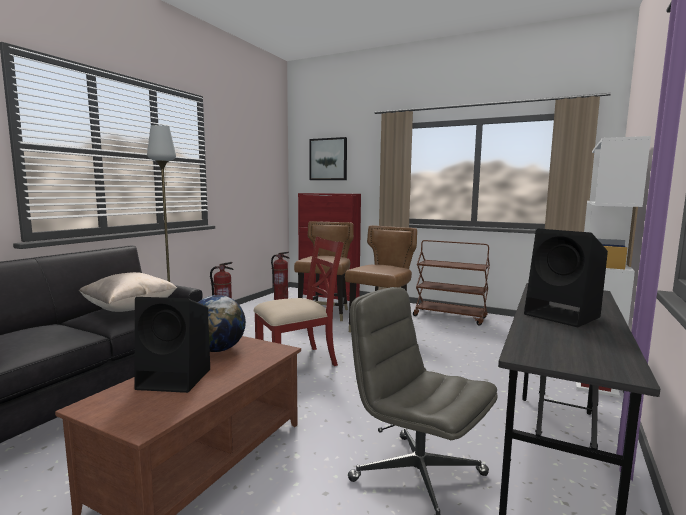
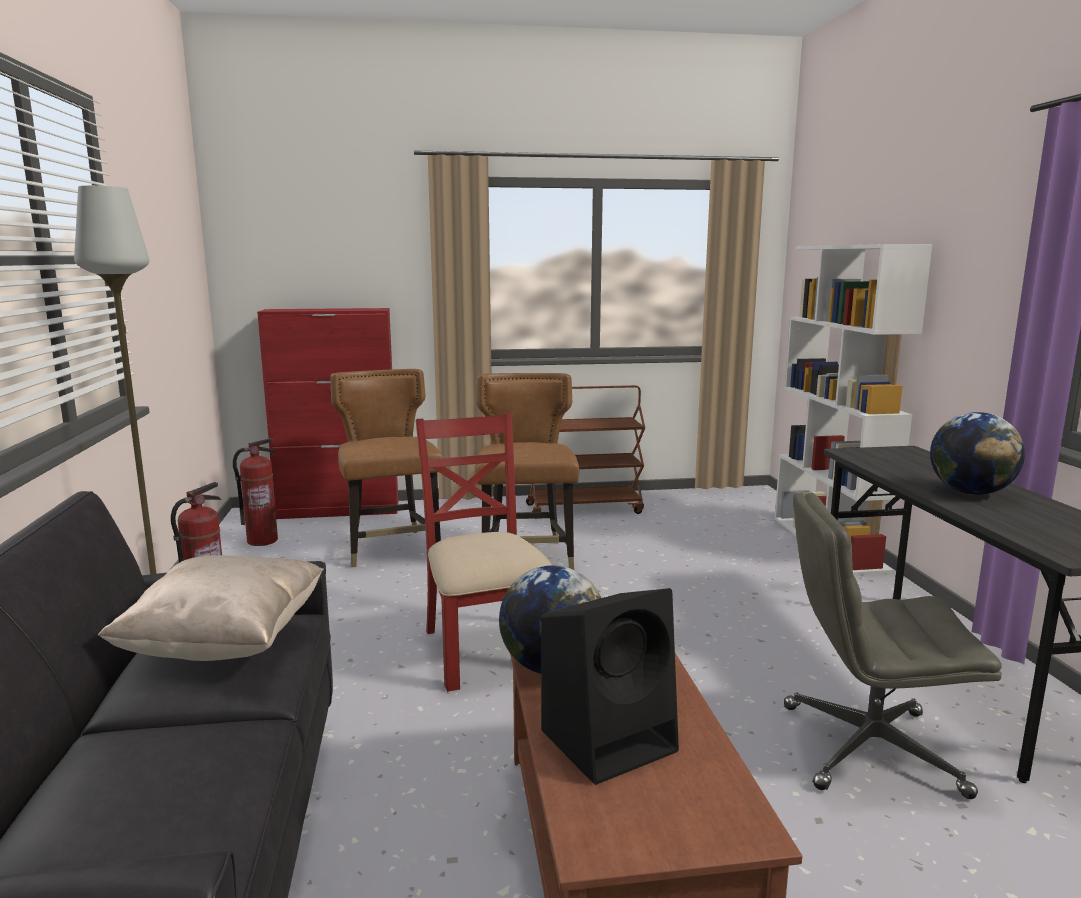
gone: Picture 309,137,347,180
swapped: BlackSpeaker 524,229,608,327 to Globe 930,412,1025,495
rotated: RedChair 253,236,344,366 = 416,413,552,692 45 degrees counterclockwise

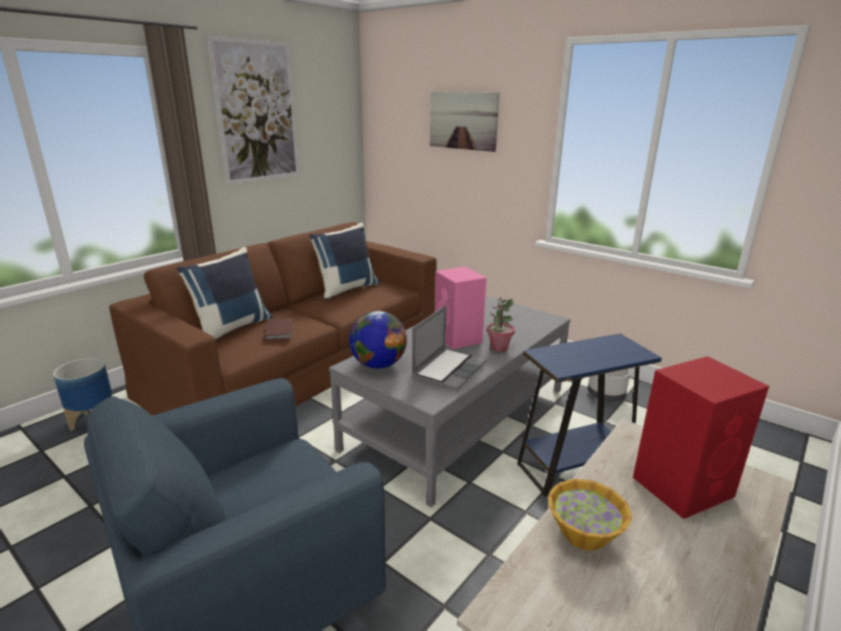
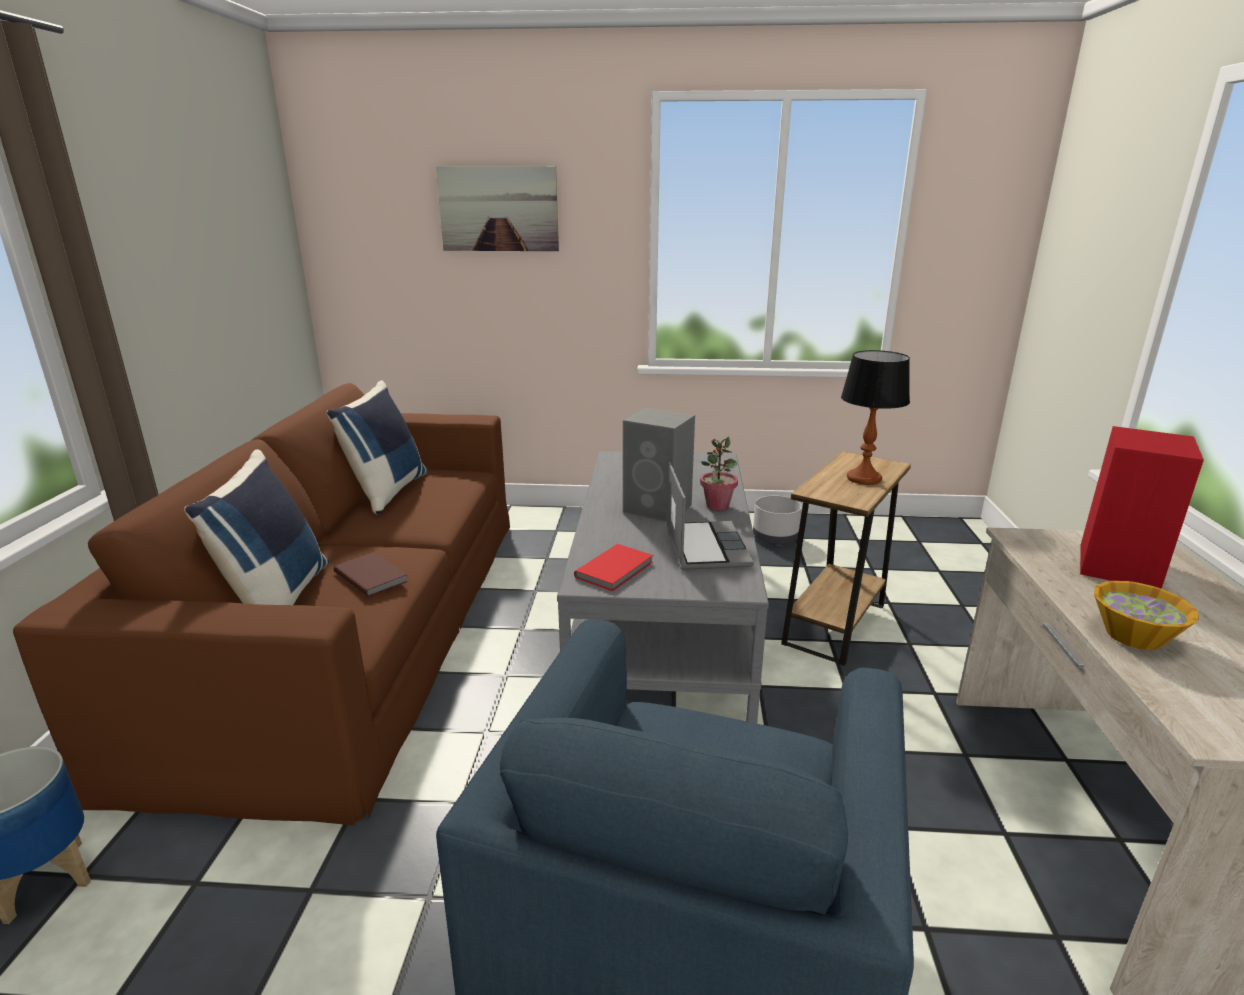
gone: Picture 207,35,299,185
new: TableLamp 841,350,910,485
swapped: Globe 349,311,407,369 to RedBook 574,544,653,591
repainted: PinkSpeaker 435,266,487,349 to GreySpeaker 623,408,695,522; BlueSideTable 517,334,662,497 to BrownSideTable 781,451,911,666

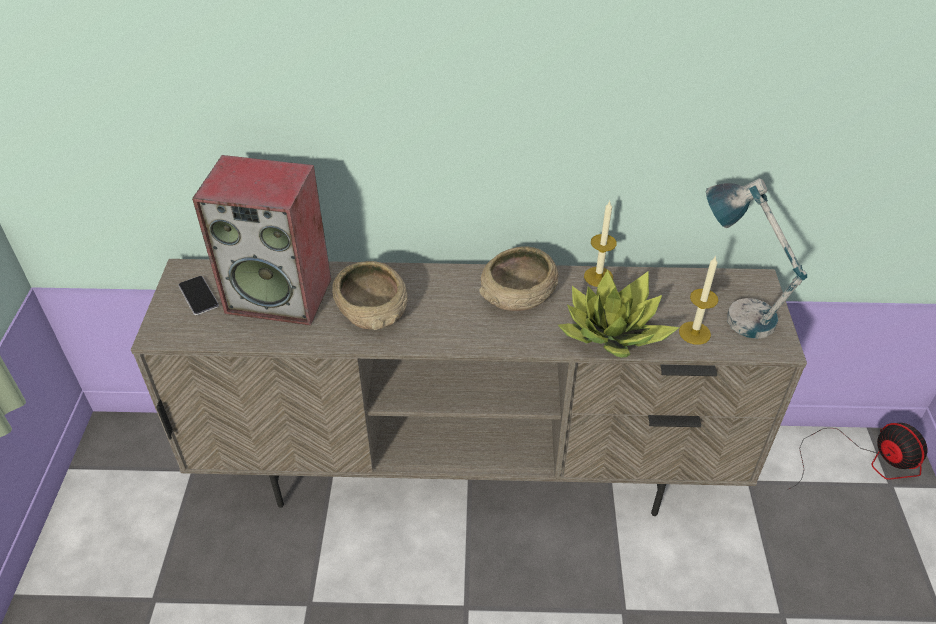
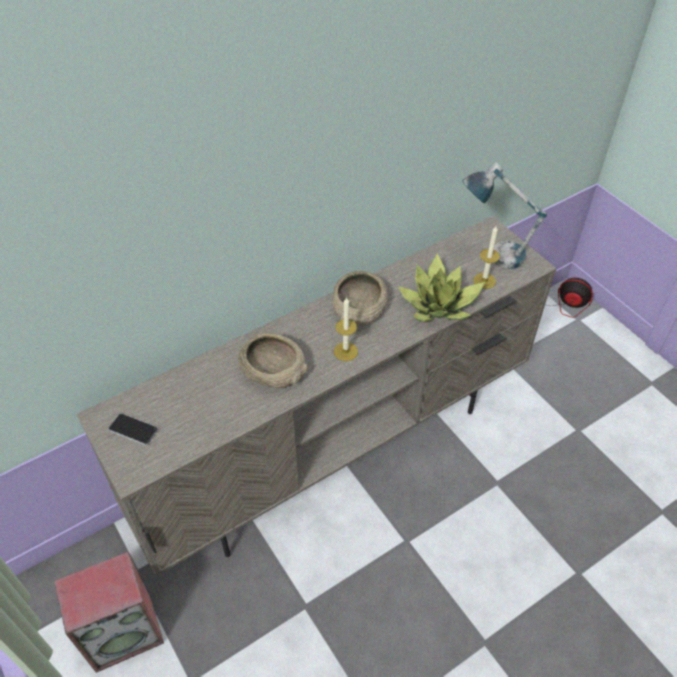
shifted: Speaker 192,155,331,325 to 54,552,164,673; Candle 584,201,617,287 to 334,297,358,361

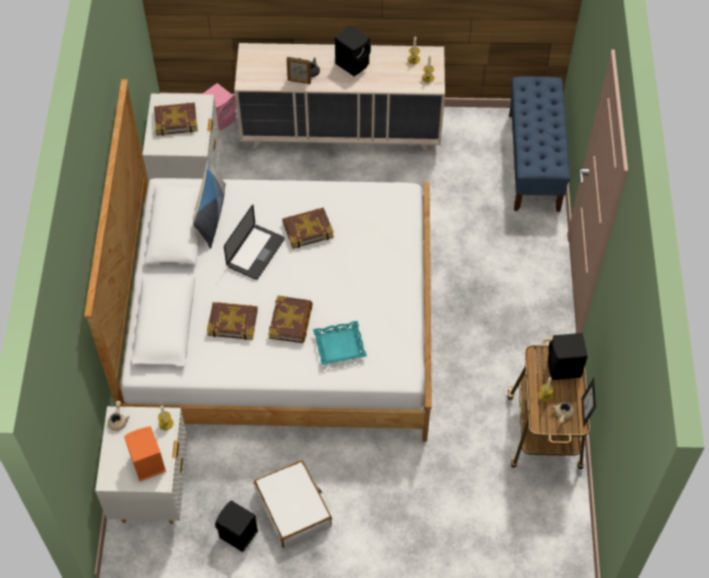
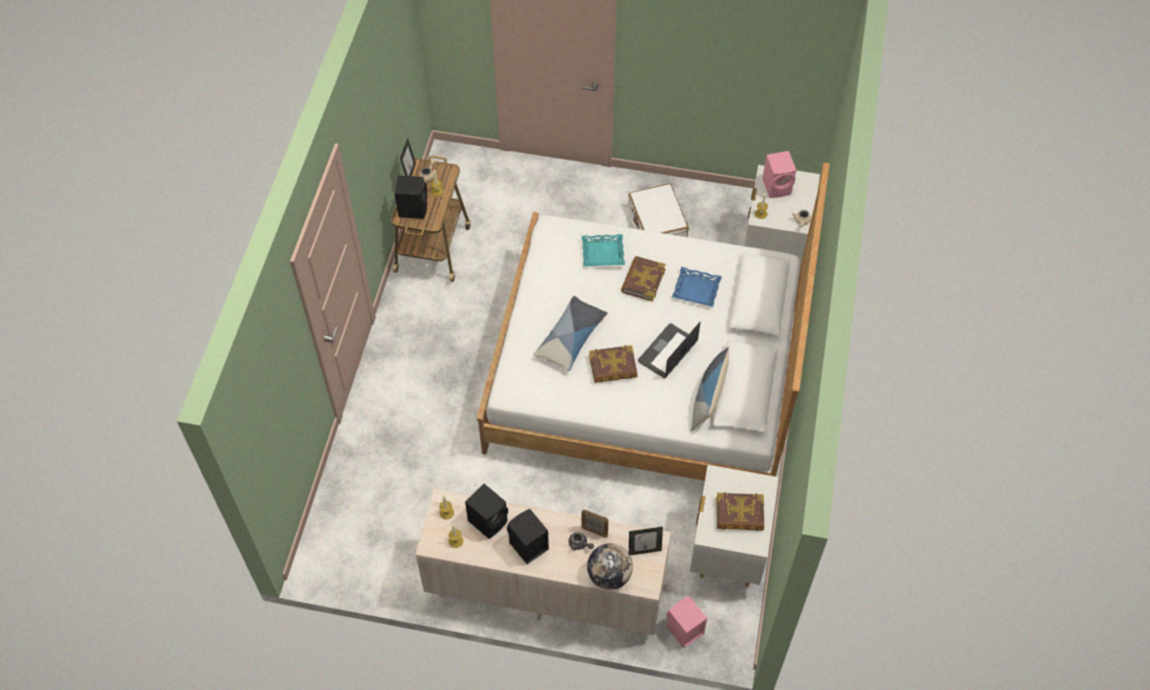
gone: BlueBench 509,76,570,212
new: Pillow 534,296,608,372; Globe 587,544,633,590; PictureFrame 629,527,663,555
shifted: BlackSpeaker 215,500,258,552 to 465,484,508,539
swapped: Book 207,302,258,340 to BlueTray 672,267,722,307
repainted: OrangeSpeaker 124,426,166,481 to PinkSpeaker 762,151,796,198

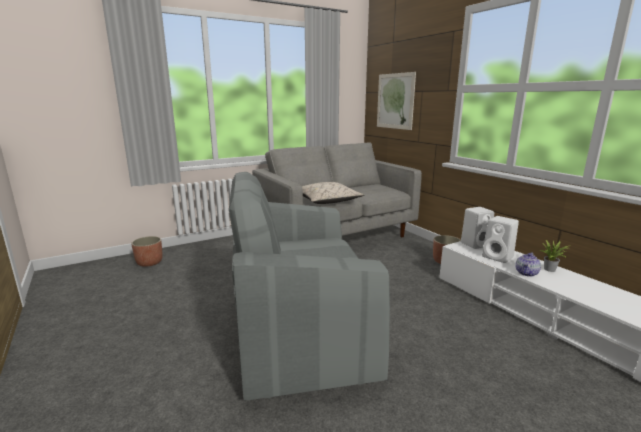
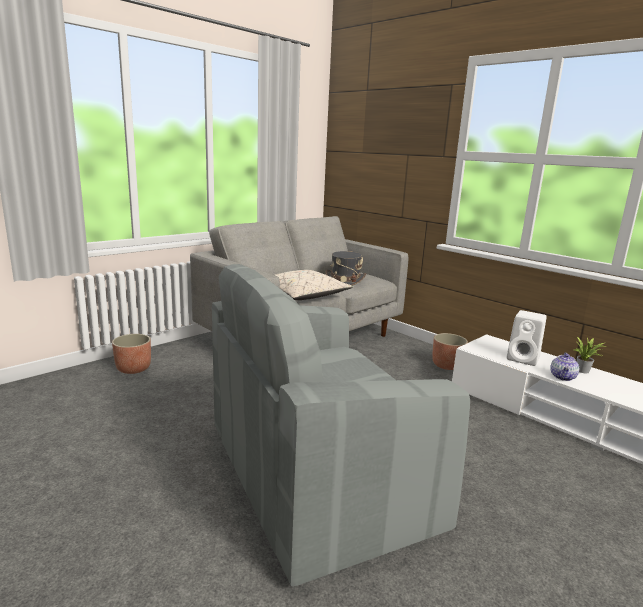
gone: Picture 377,72,416,130; WhiteSpeaker 461,207,494,249
new: GreyHat 325,251,366,286
shifted: Planter 131,236,162,267 to 112,334,151,374

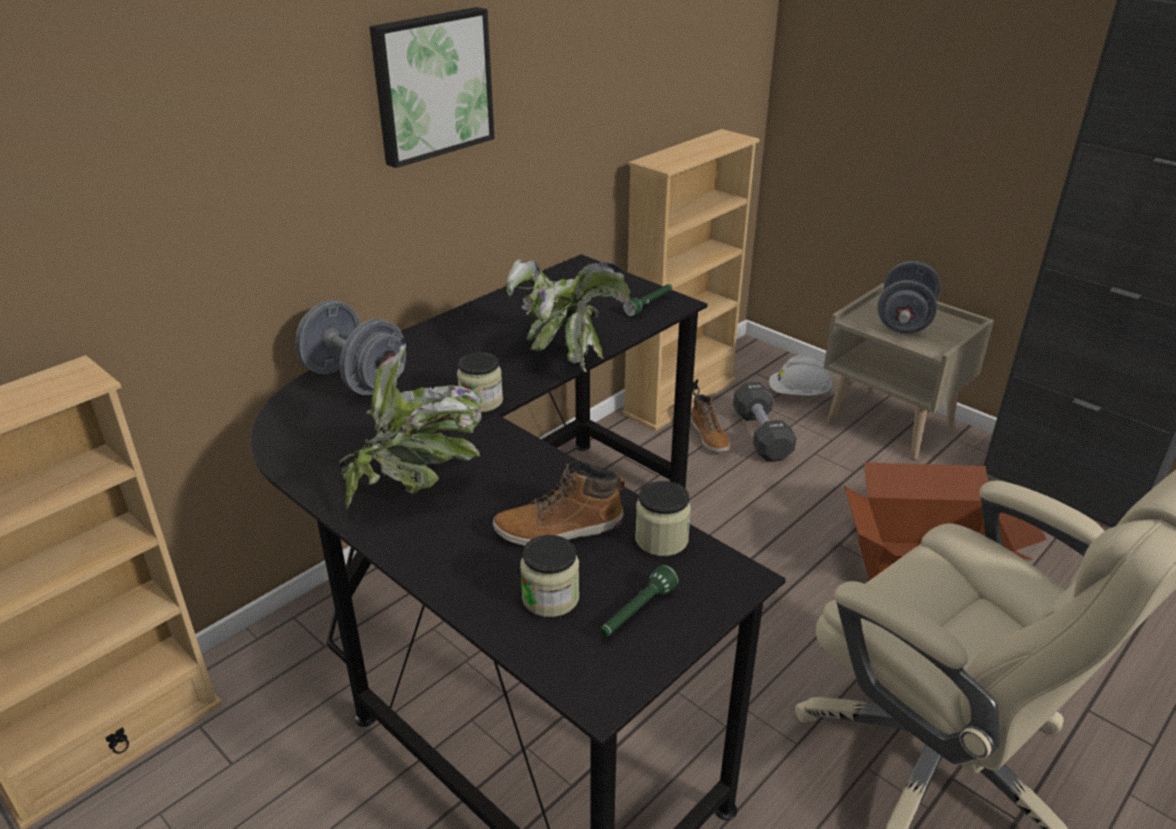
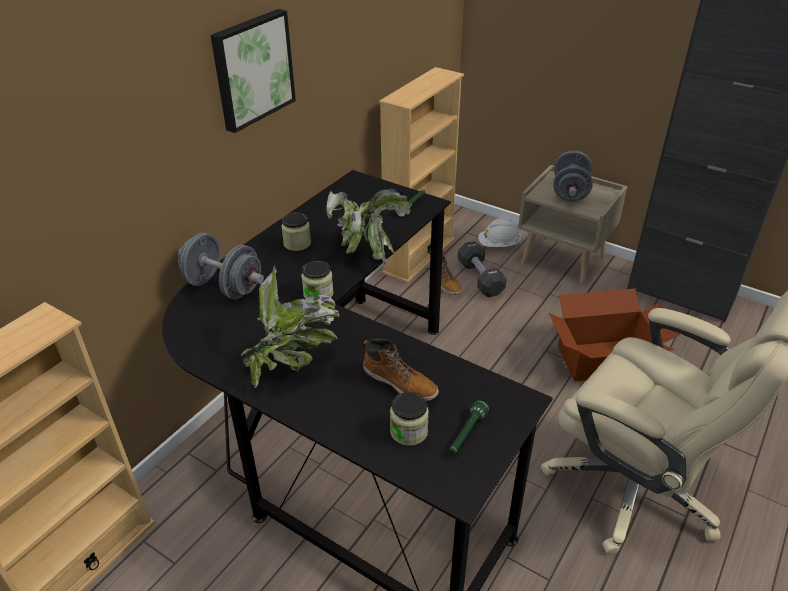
shifted: Jar 635,481,691,556 to 281,213,311,251
rotated: Boot 493,460,625,546 = 362,339,439,401 120 degrees counterclockwise

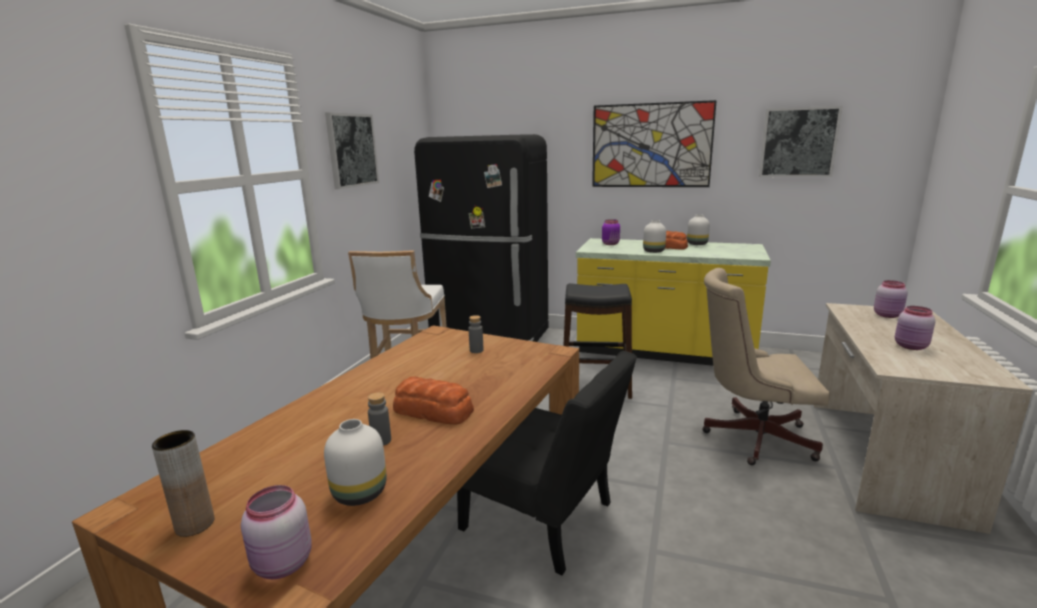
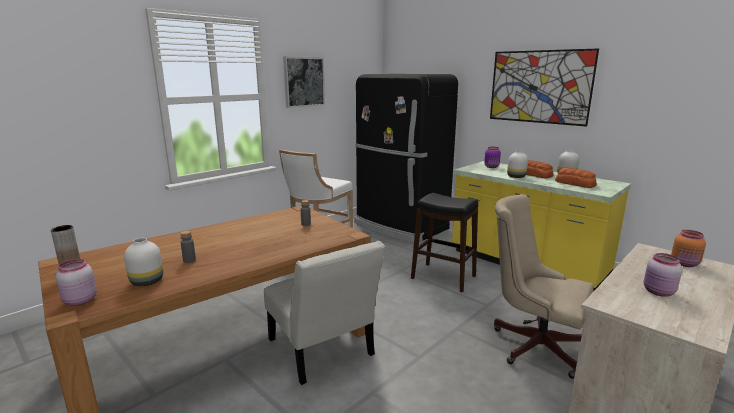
gone: Picture 759,106,842,177
shifted: Bread 393,377,474,424 to 555,167,597,188
repainted: BlackChair 457,351,637,575 to WhiteChair 264,241,385,385; PinkJar 874,280,908,318 to OrangeJar 671,230,706,267

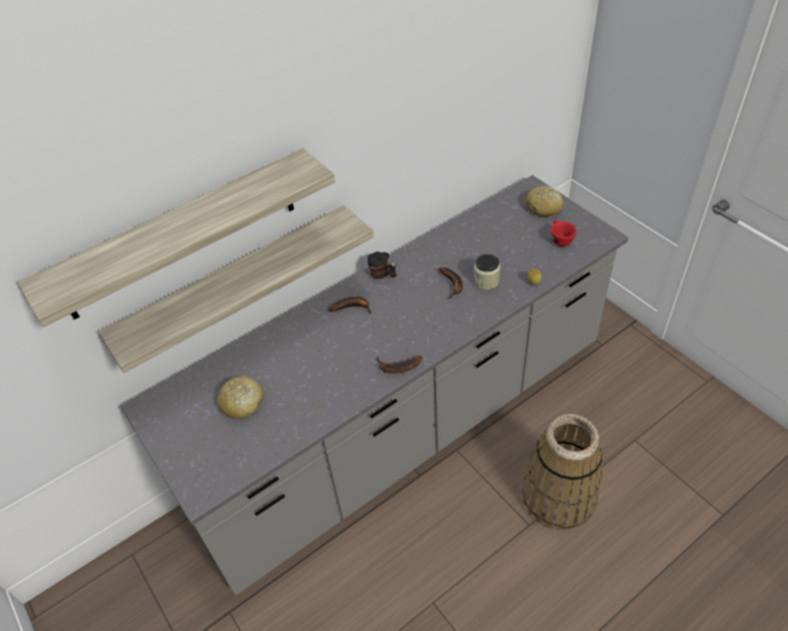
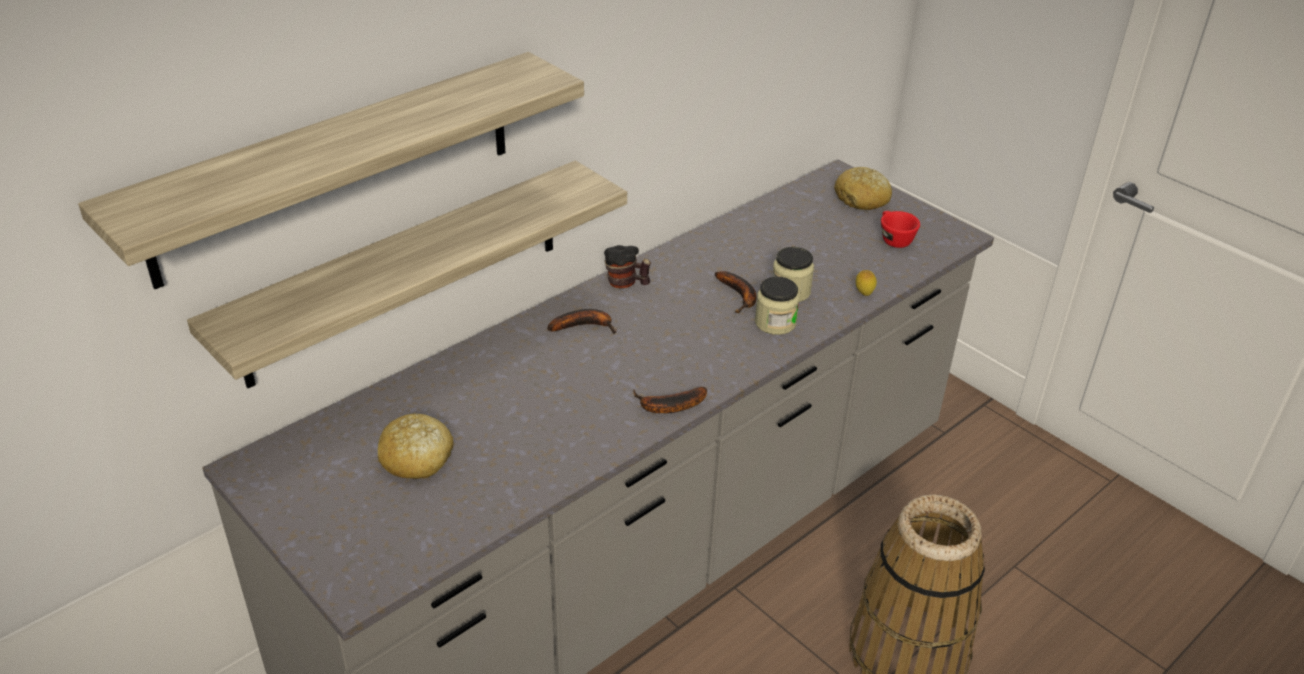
new: Jar 755,277,799,335

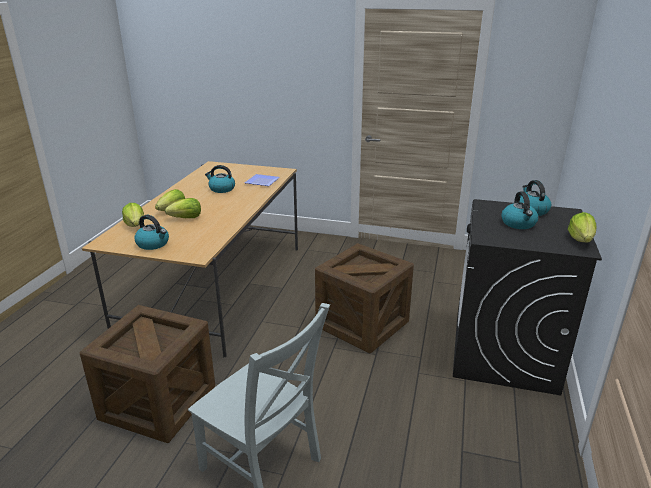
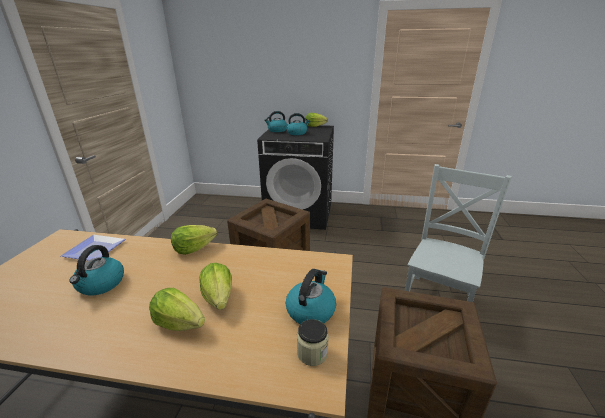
new: Jar 297,319,329,366
shifted: Lettuce 122,203,144,227 to 171,225,217,255

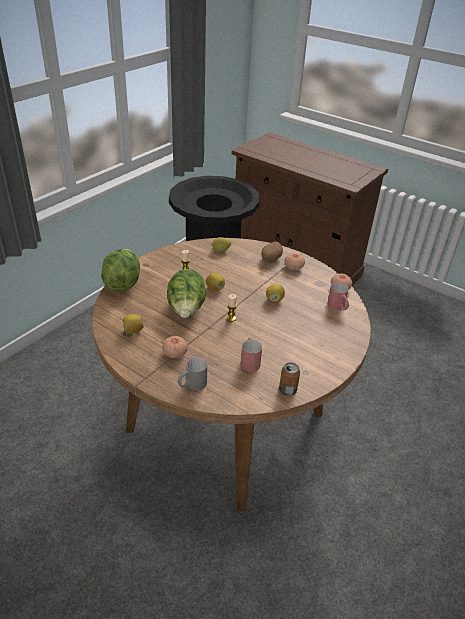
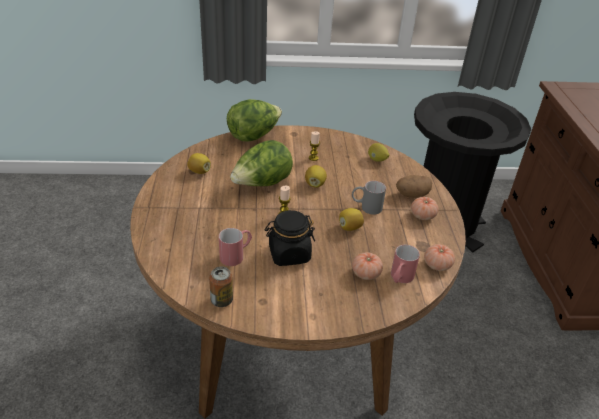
new: BlackJar 265,210,315,266
shifted: Tomato 162,336,188,358 to 352,252,383,280; GreyMug 178,357,207,391 to 352,181,386,215

